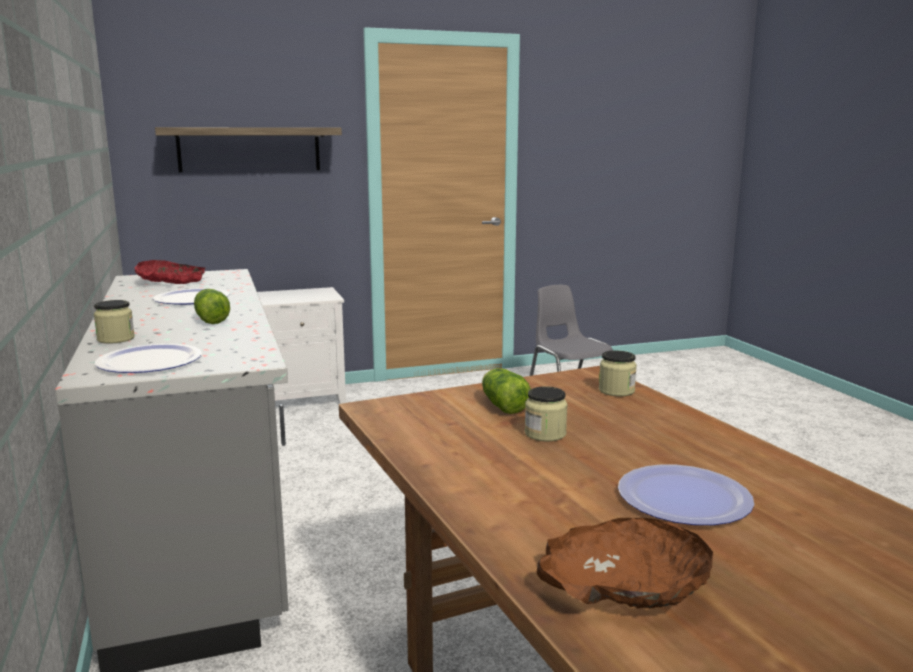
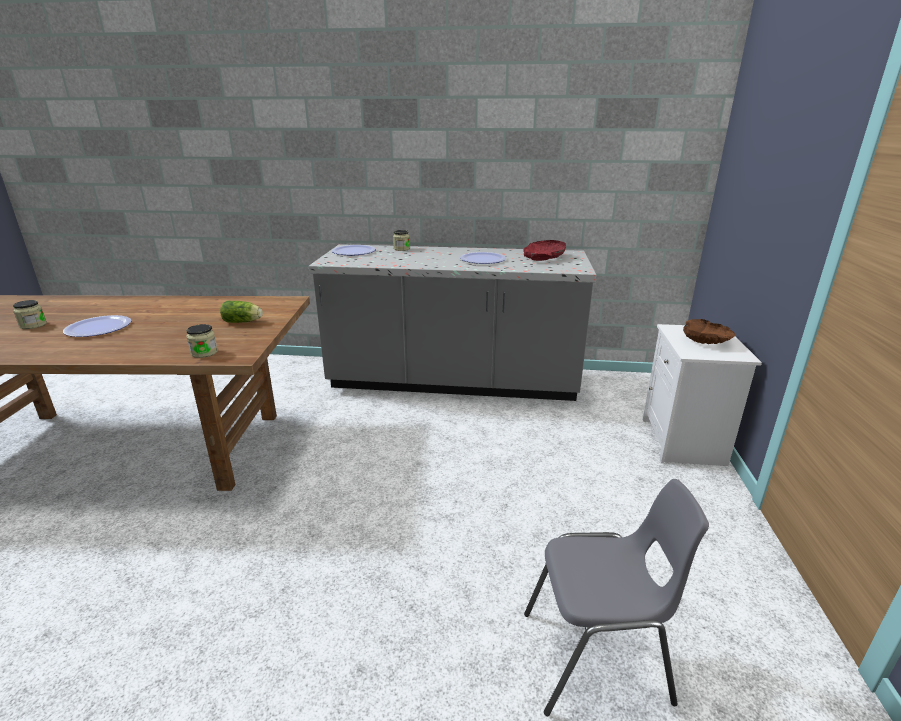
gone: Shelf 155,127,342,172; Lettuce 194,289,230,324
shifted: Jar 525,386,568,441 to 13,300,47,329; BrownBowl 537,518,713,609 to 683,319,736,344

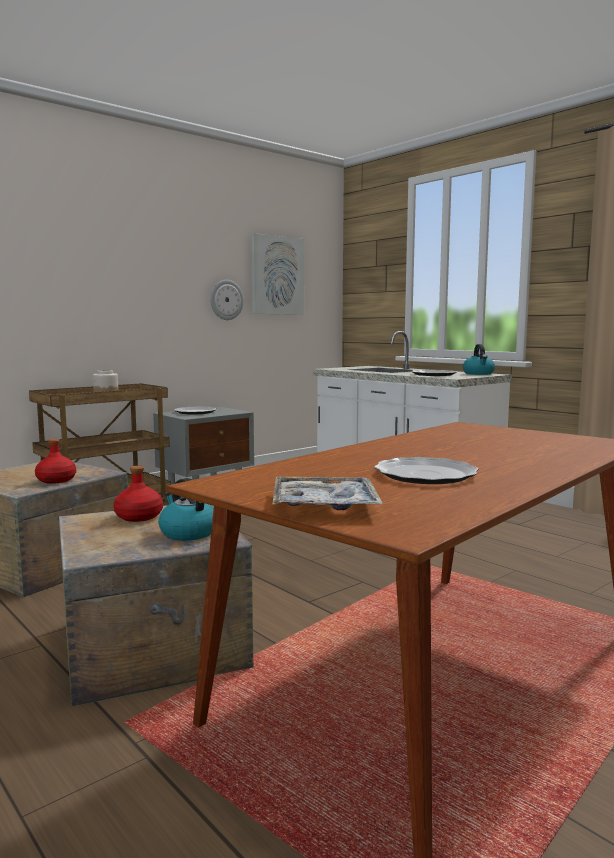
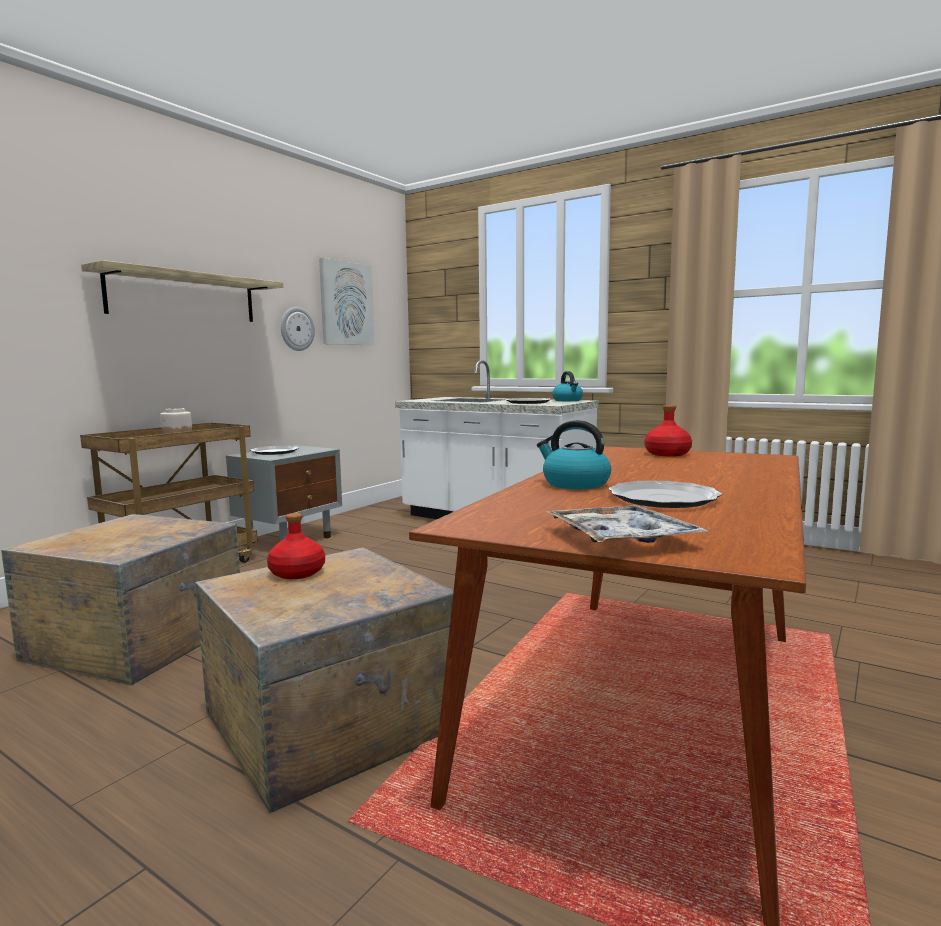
new: Shelf 81,260,283,322
shifted: RedBottle 35,439,76,484 to 644,405,692,457; Kettle 158,478,214,541 to 537,420,611,489

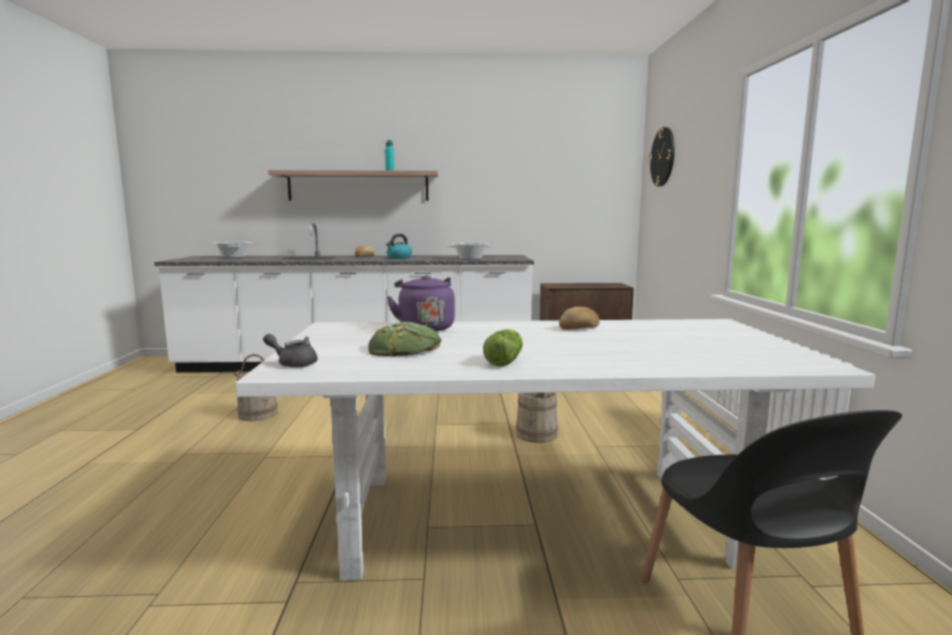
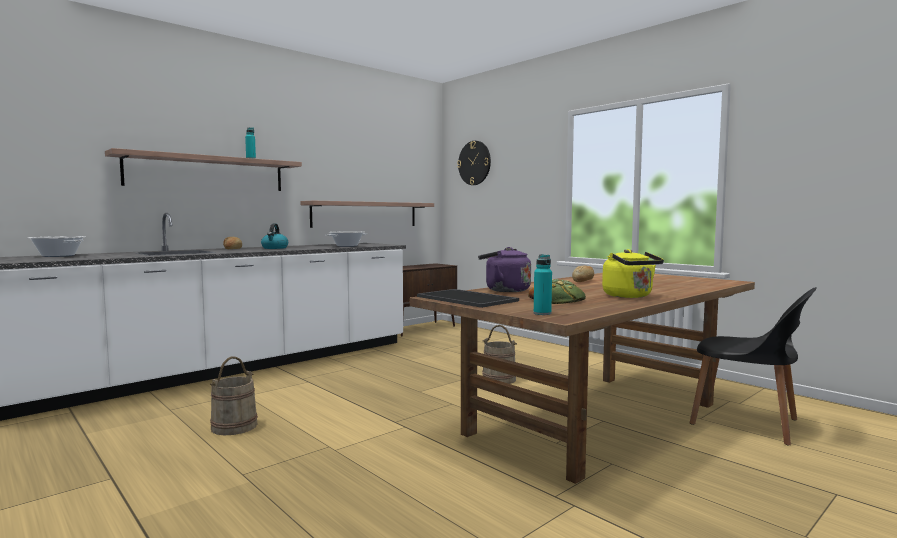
new: Shelf 300,201,434,228; Tray 417,289,519,308
swapped: GreyTeapot 263,334,317,368 to TurquoiseBottle 534,254,552,315; Lettuce 483,329,523,367 to YellowKettle 602,249,664,298
repainted: WhiteDiningTable 235,319,875,580 to BrownDiningTable 410,273,755,484

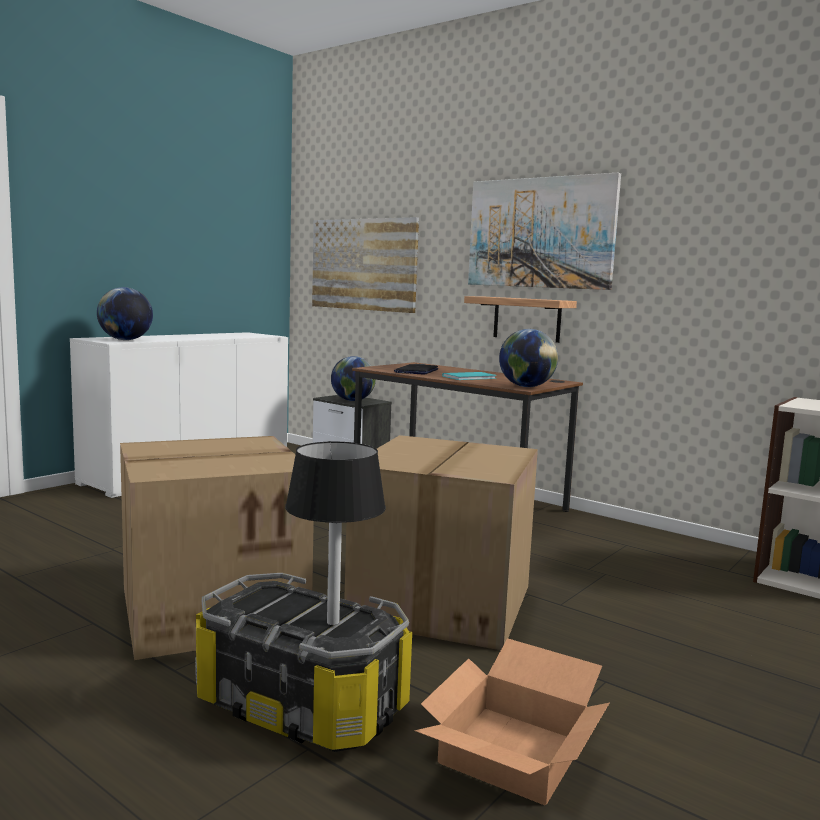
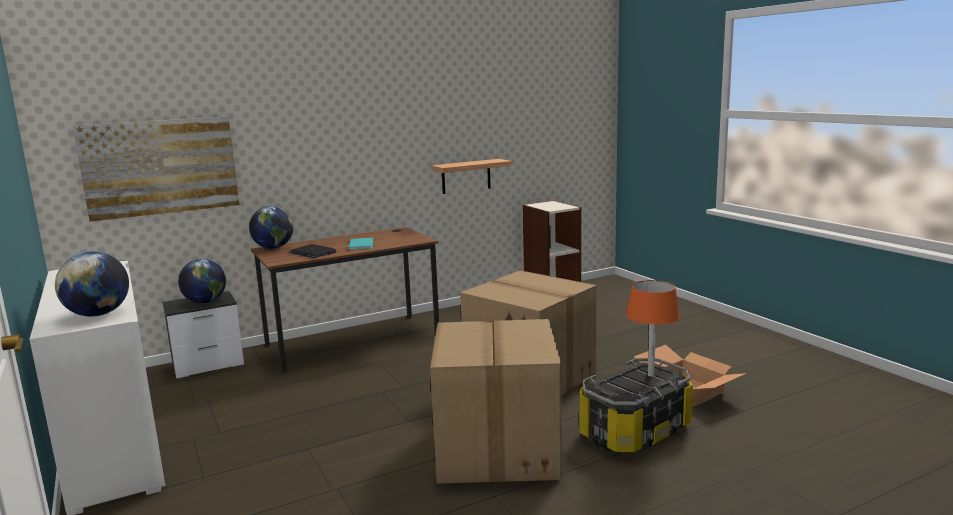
gone: Picture 468,173,621,290
shifted: Shelf 464,296,577,343 to 431,159,512,194; Globe 499,329,558,387 to 249,206,293,249
repainted: BlackTableLamp 285,442,386,625 to OrangeTableLamp 626,280,680,377

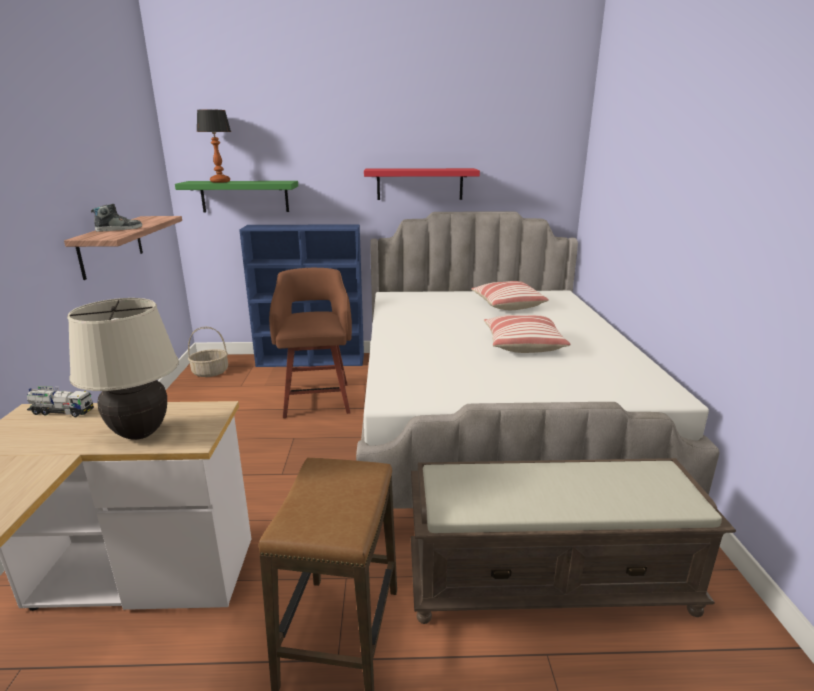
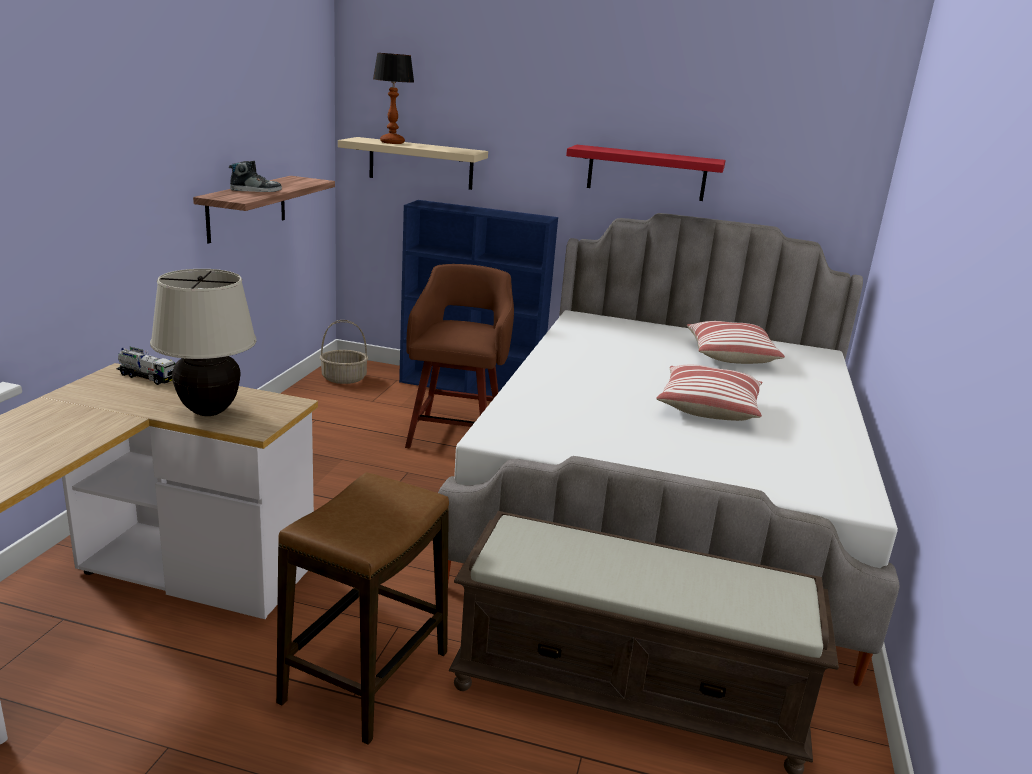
repainted: GreenShelf 175,181,298,212 to BeigeShelf 338,137,488,190

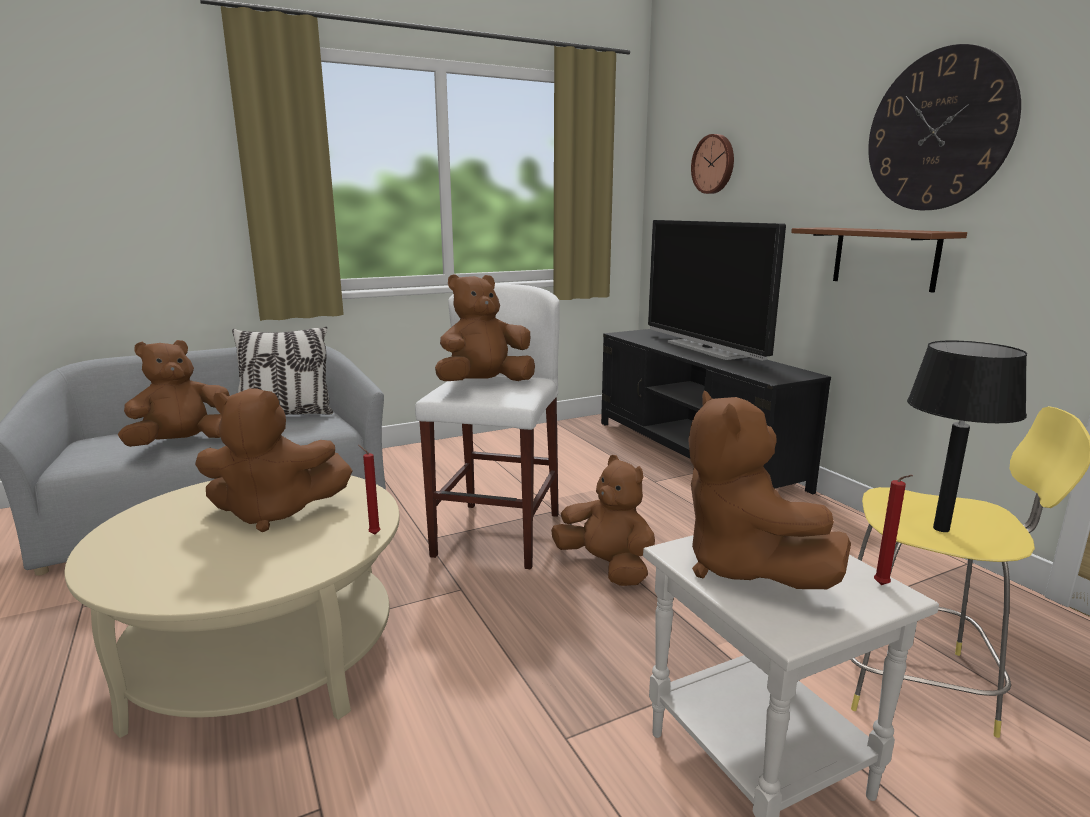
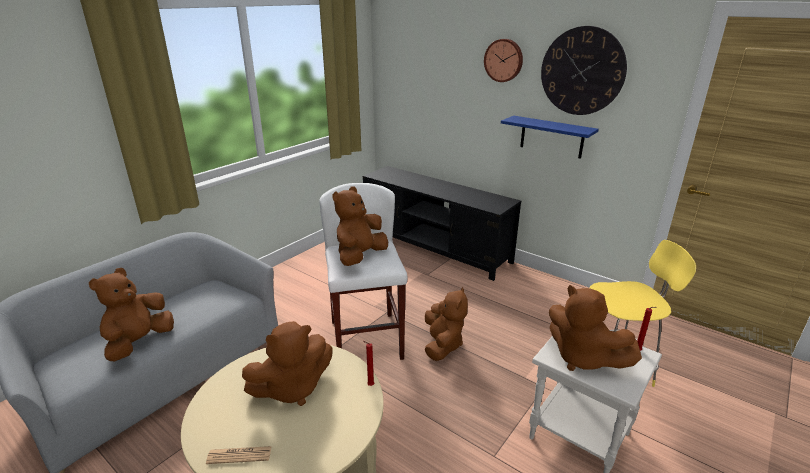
gone: Pillow 232,327,334,415; Television 648,220,786,361; BlackTableLamp 907,341,1027,532
new: Newspaper 206,446,272,464
shifted: WallClock 691,134,734,194 to 484,39,523,82
repainted: BrownShelf 791,227,967,293 to BlueShelf 501,116,599,159
rotated: BrownPlushToy 551,455,655,586 = 425,287,468,361 75 degrees clockwise

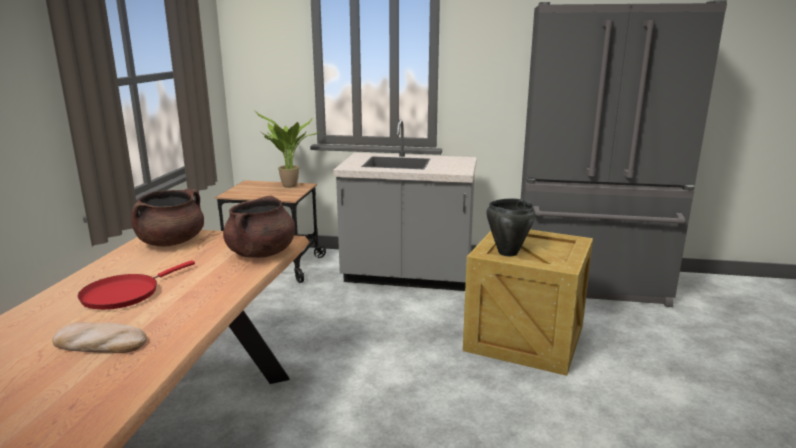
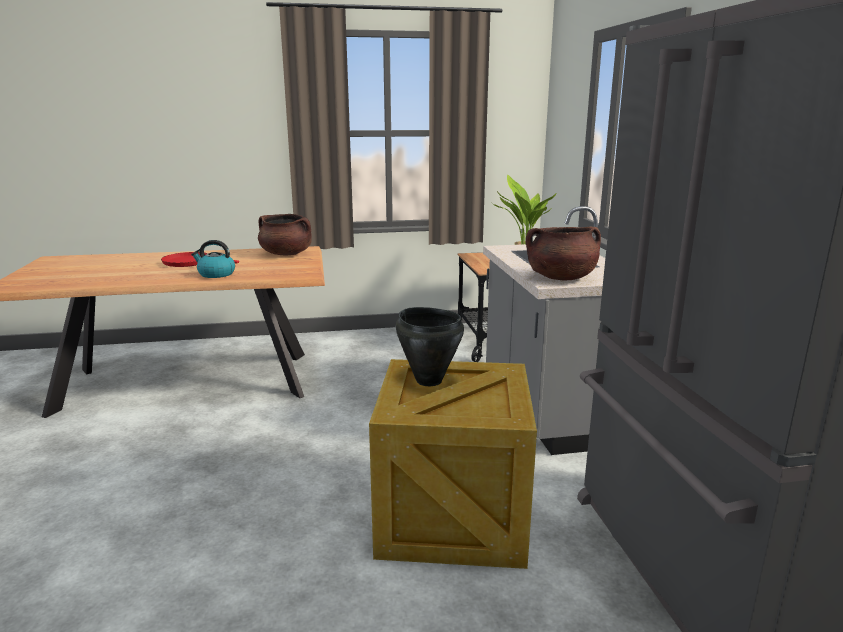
gone: Bread 52,322,147,353
new: Kettle 191,240,235,278
shifted: BrownCookingPot 223,196,295,258 to 526,227,601,280

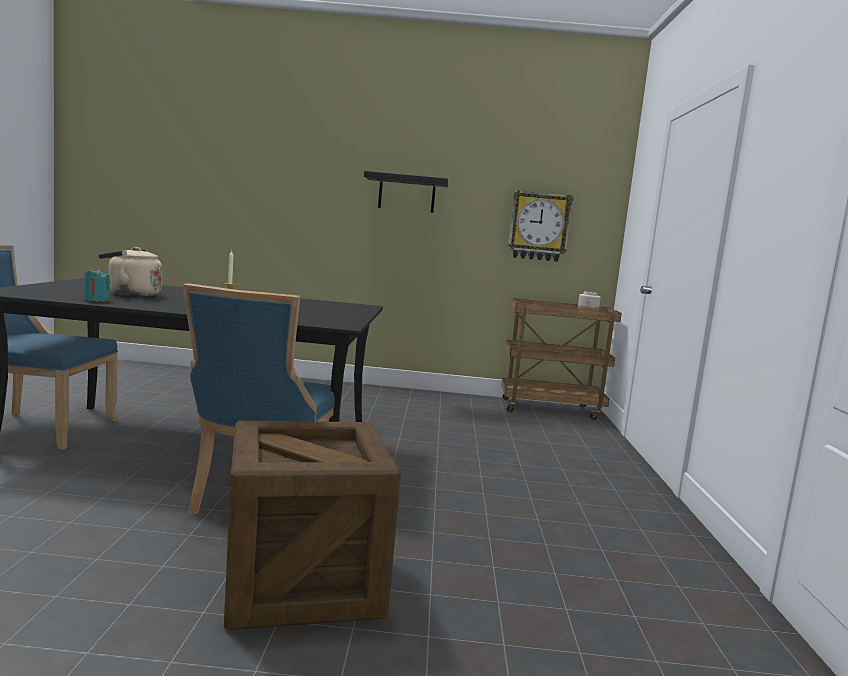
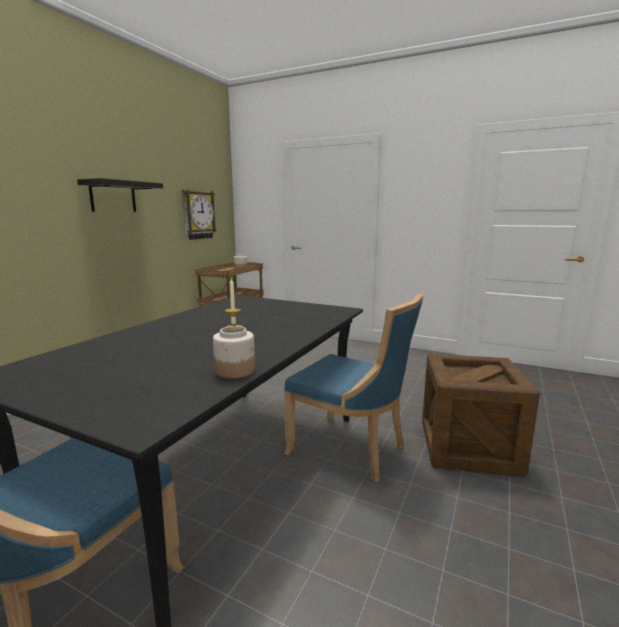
gone: BeigeKettle 98,247,162,297
swapped: TurquoiseCandle 84,268,110,302 to Jar 213,326,255,378

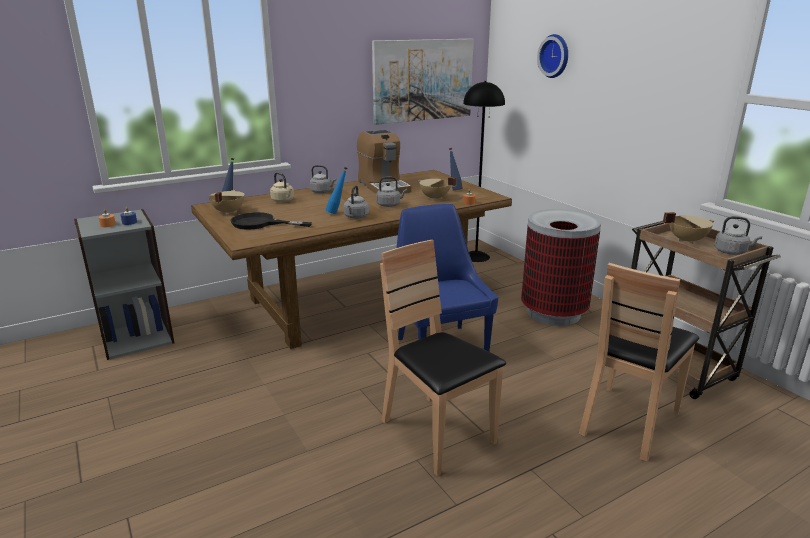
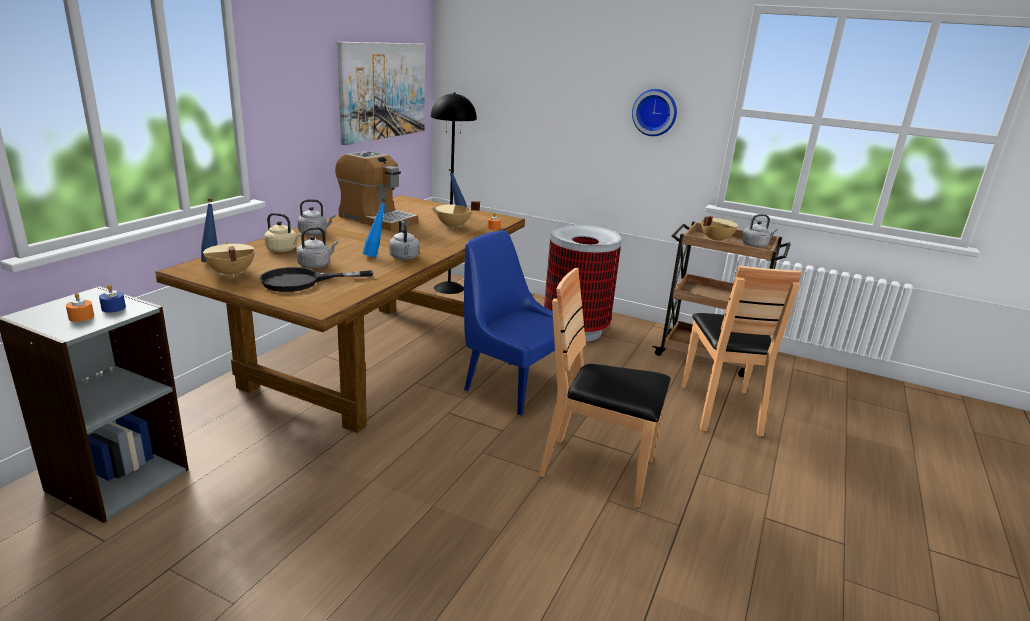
shifted: GreyKettle 376,177,407,207 to 296,227,338,268; WallClock 537,34,568,78 to 632,89,677,136

